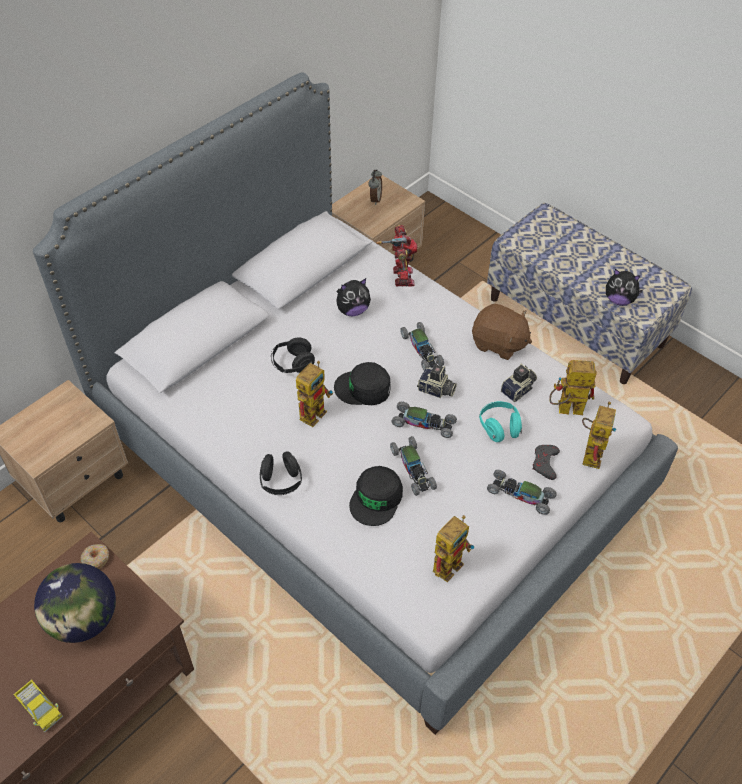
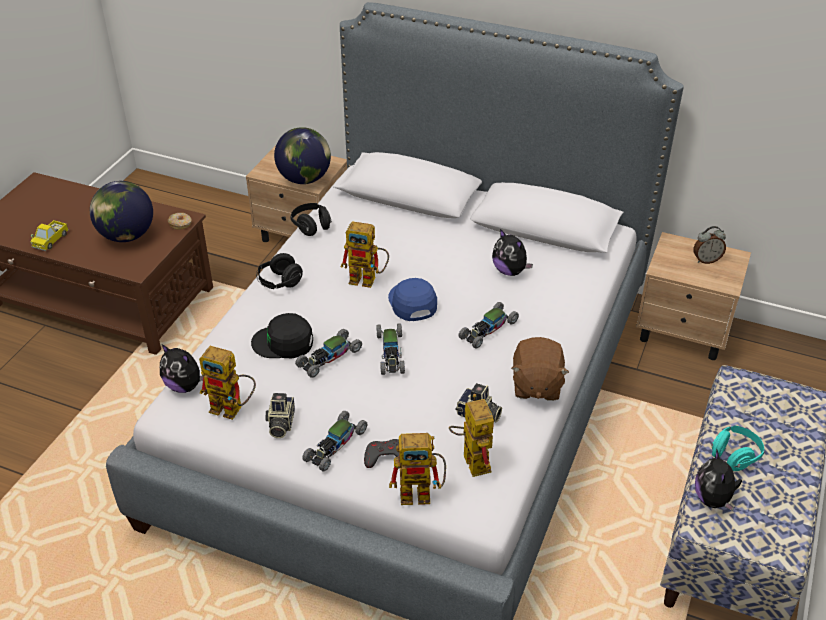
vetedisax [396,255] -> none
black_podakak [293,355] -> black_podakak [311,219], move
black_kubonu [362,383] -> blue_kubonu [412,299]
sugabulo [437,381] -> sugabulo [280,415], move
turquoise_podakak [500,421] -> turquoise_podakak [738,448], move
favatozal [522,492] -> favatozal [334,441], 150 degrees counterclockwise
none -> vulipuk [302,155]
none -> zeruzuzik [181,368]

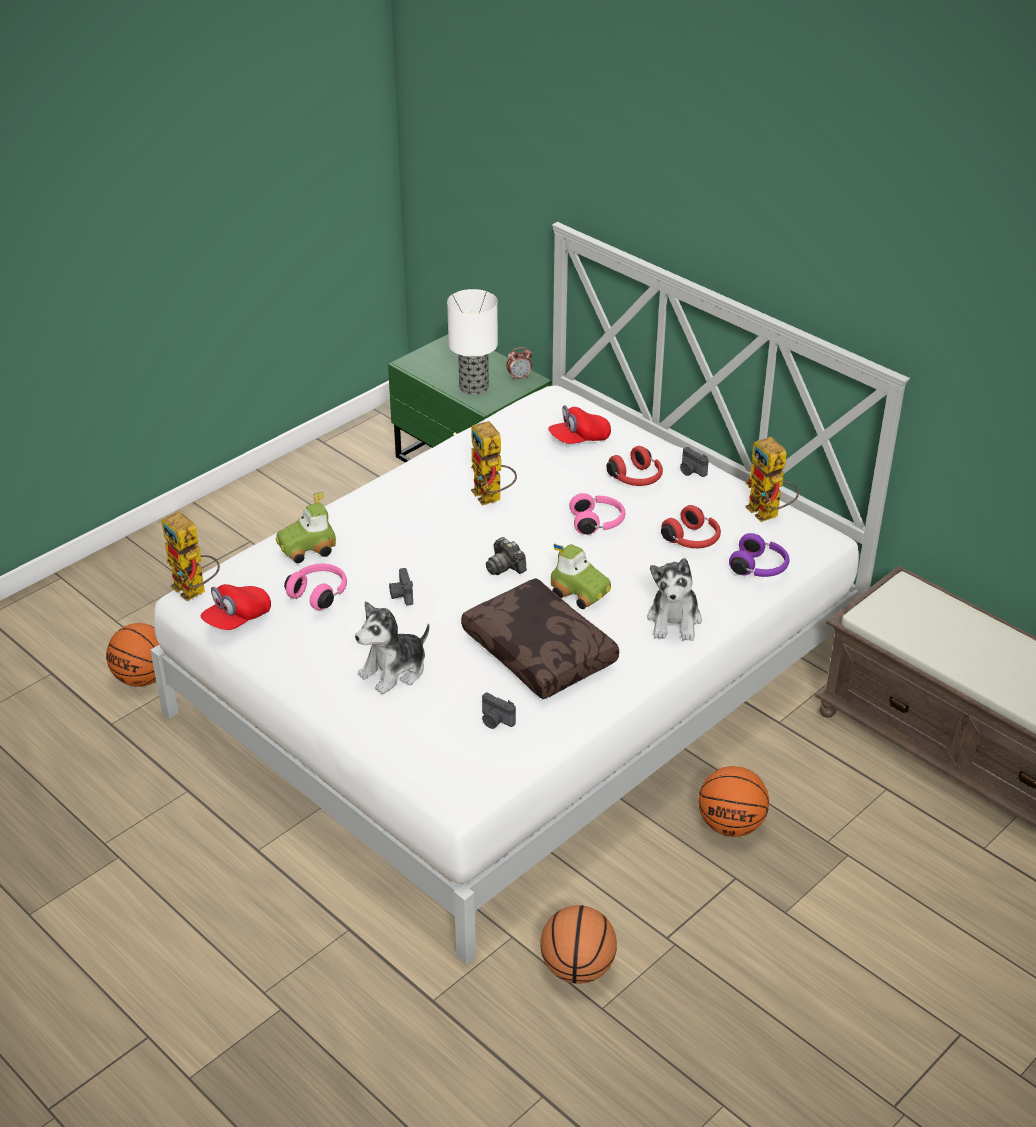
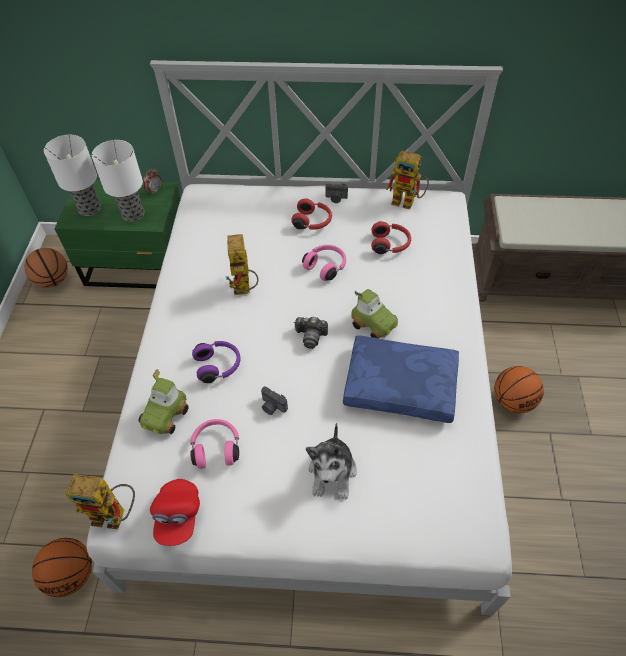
red_kubonu [579,424] -> none
vetedisax [494,463] -> vetedisax [242,264], 60 degrees clockwise
purple_podakak [759,555] -> purple_podakak [216,362], move
favatozal [581,576] -> favatozal [374,314], 45 degrees clockwise
zeruzuzik [674,599] -> none
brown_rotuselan [540,638] -> blue_rotuselan [401,379]
sugabulo [499,711] -> none
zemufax [578,944] -> zemufax [46,268], move
none -> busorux [72,175]

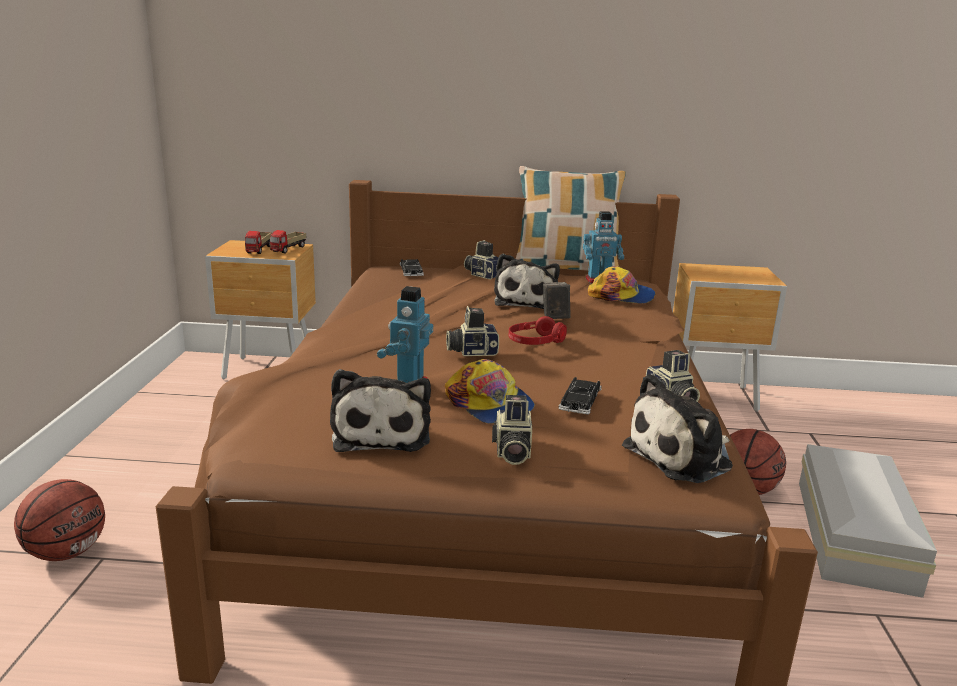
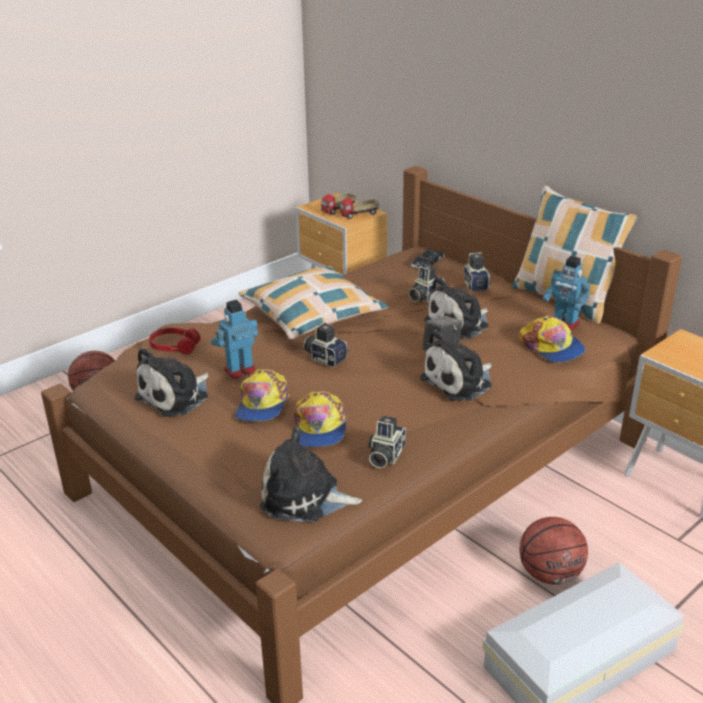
red_podakak [538,330] -> red_podakak [174,341], move
black_favatozal [580,396] -> kubonu [320,419]
sugabulo [512,430] -> sugabulo [426,284], move
none -> rotuselan [313,303]
none -> zeruzuzik [456,365]

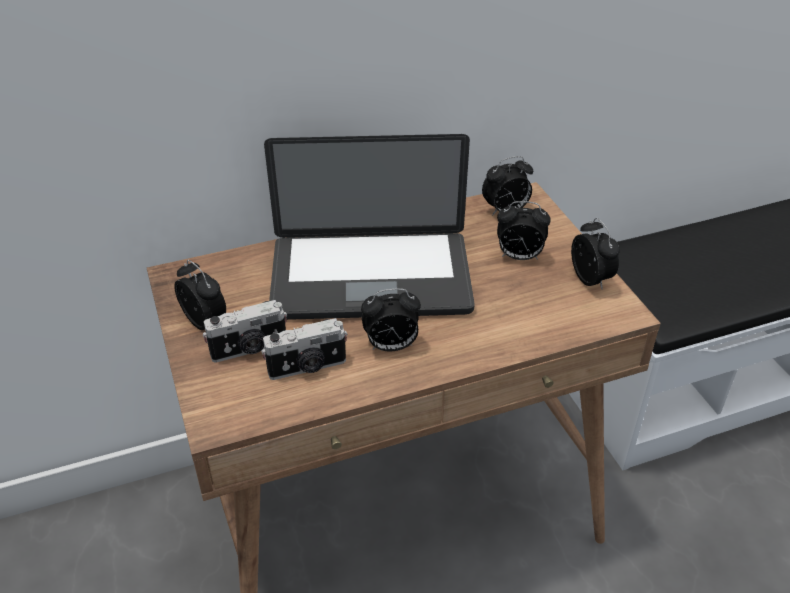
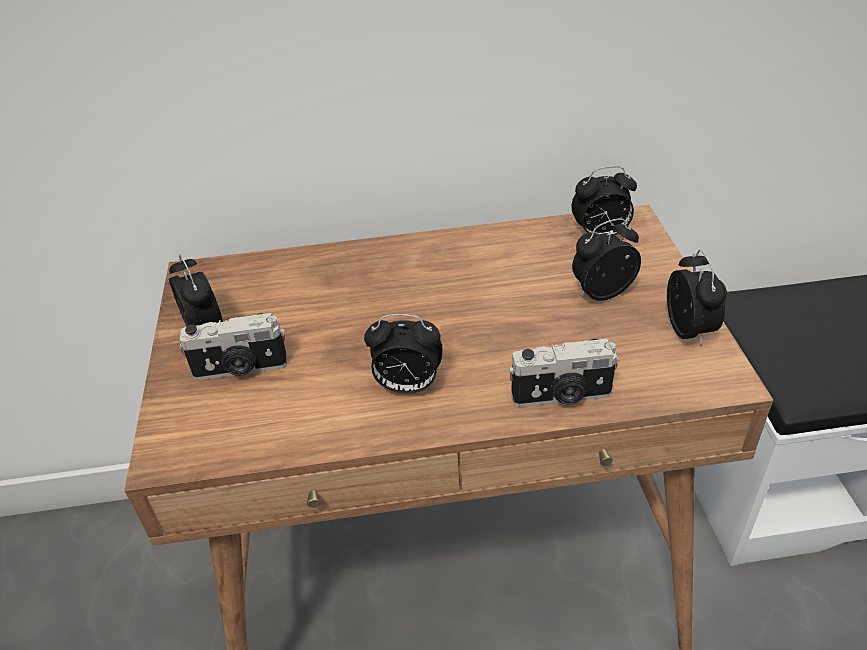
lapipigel [369,227] -> none
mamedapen [524,230] -> mamedapen [606,259], 135 degrees clockwise
sugabulo [304,349] -> sugabulo [563,373], move

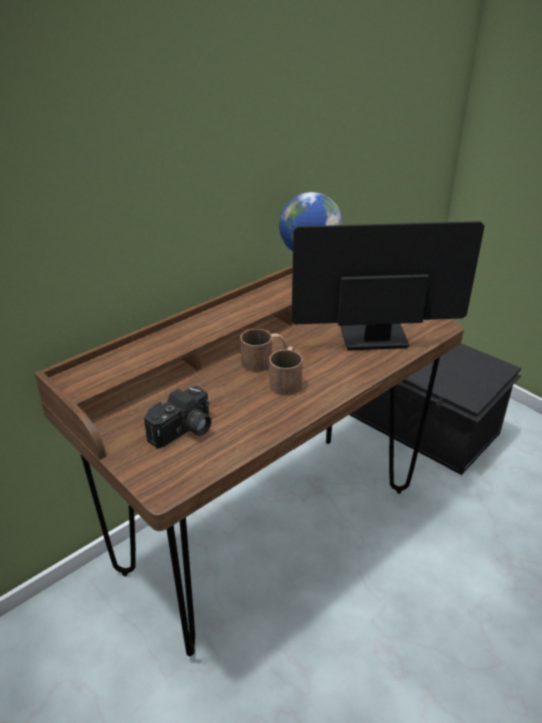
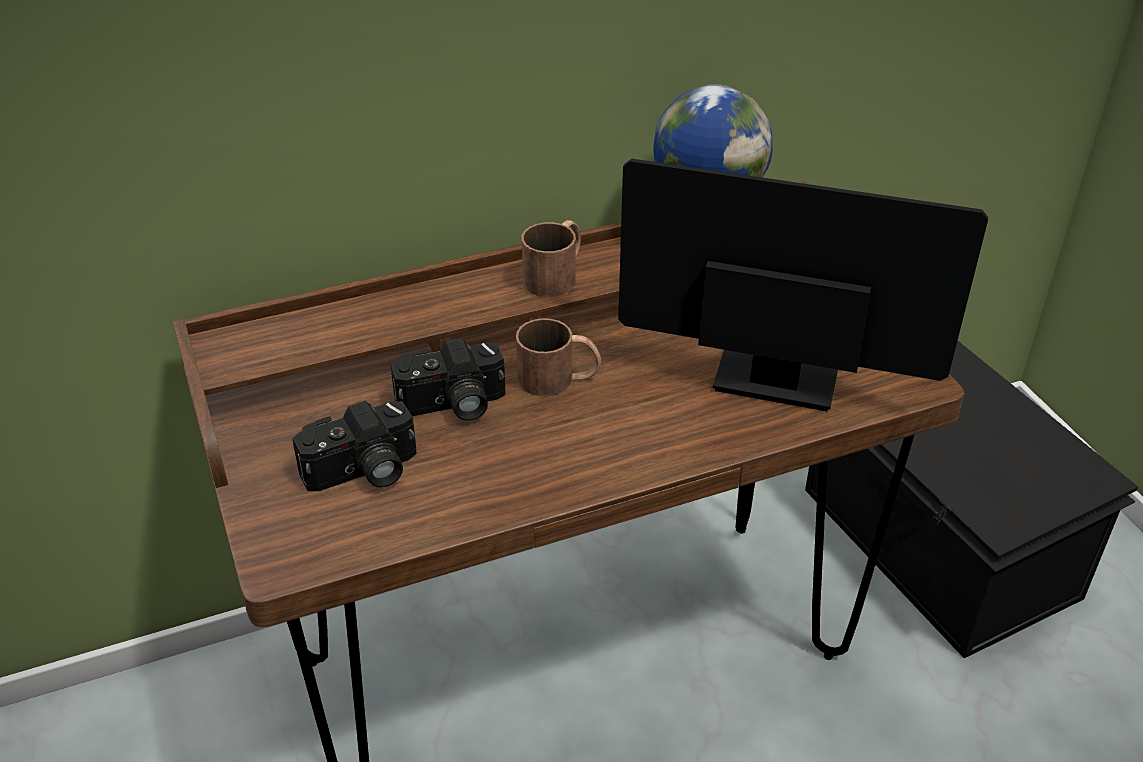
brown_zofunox [286,371] -> brown_zofunox [551,258], move
none -> sugabulo [448,379]

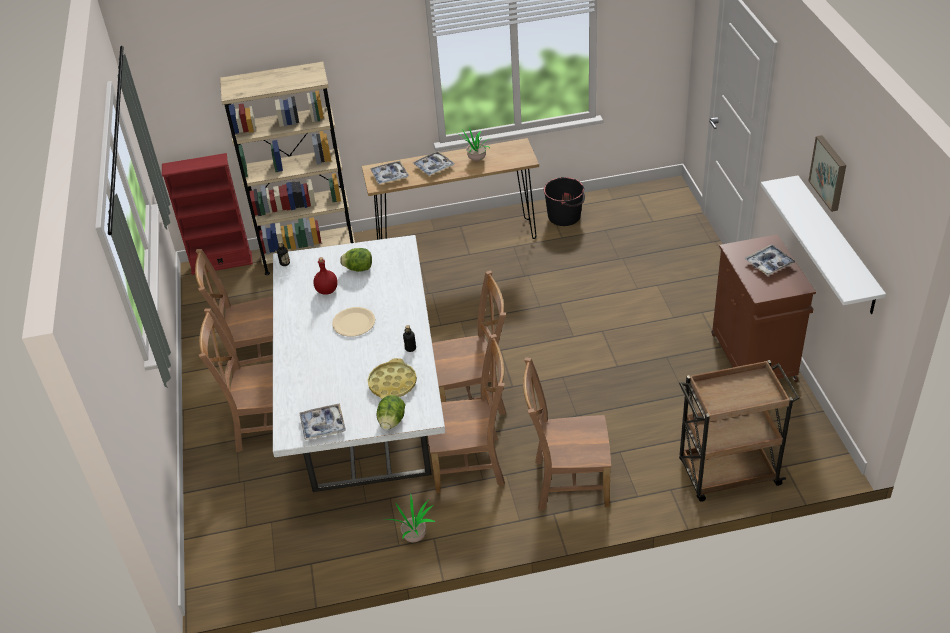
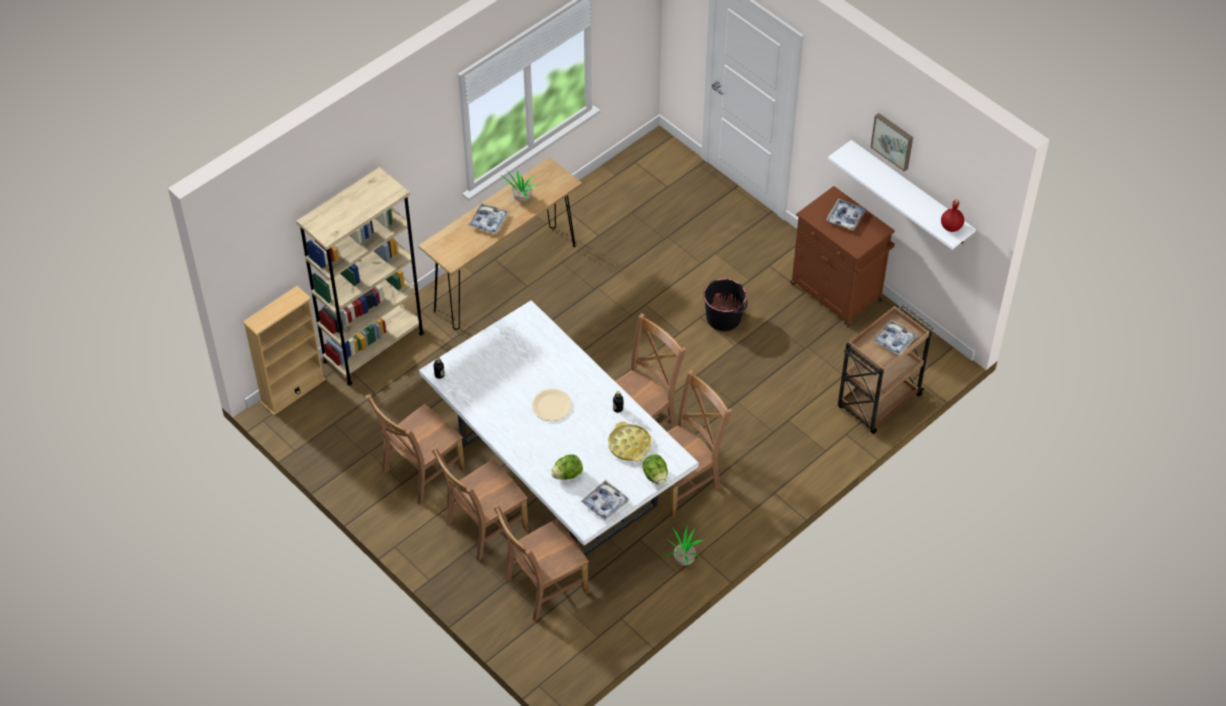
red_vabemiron [207,214] -> beige_vabemiron [284,350]
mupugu [389,173] -> mupugu [895,337], move
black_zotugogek [564,201] -> black_zotugogek [725,304], move
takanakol [356,260] -> takanakol [567,467], move
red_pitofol [325,276] -> red_pitofol [952,215], move
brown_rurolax [567,434] -> brown_rurolax [540,563], move

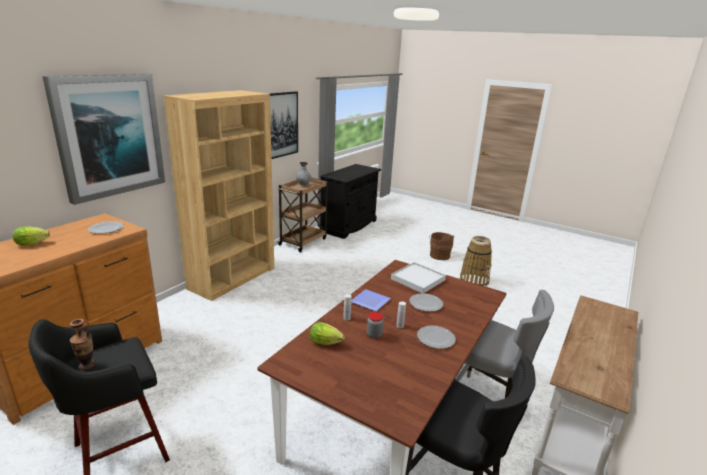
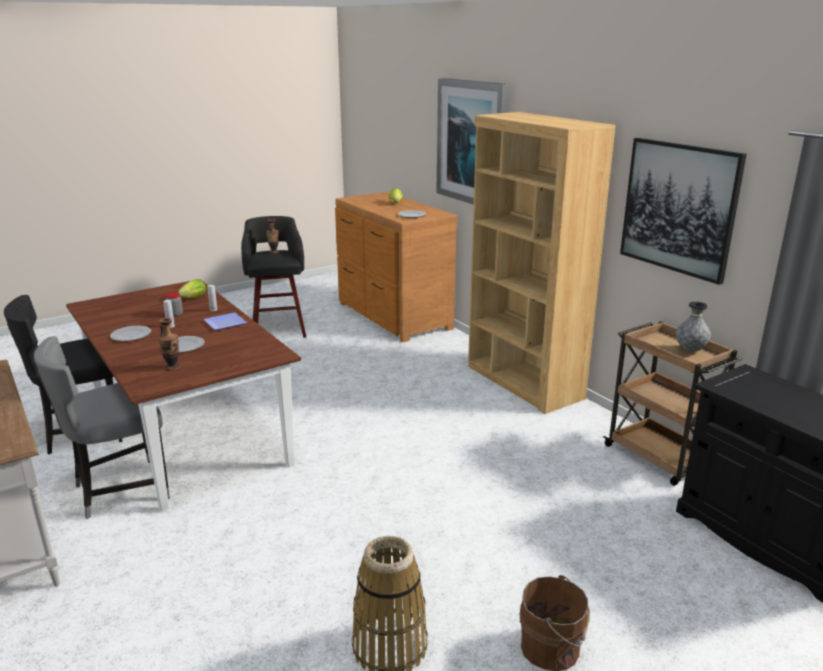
white_mupugu [418,277] -> none
none -> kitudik [169,344]

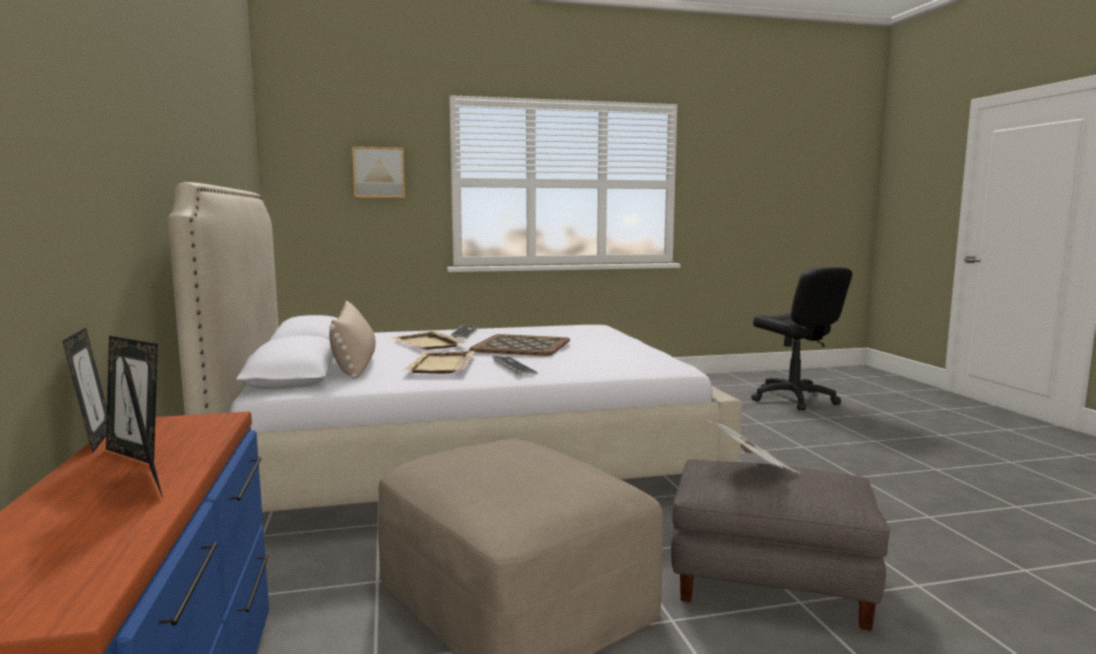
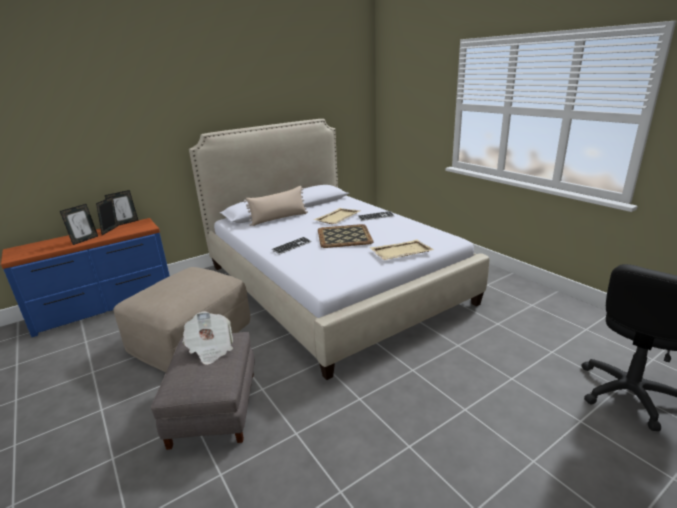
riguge [378,172] -> none
beige_mupugu [439,362] -> beige_mupugu [402,249], move

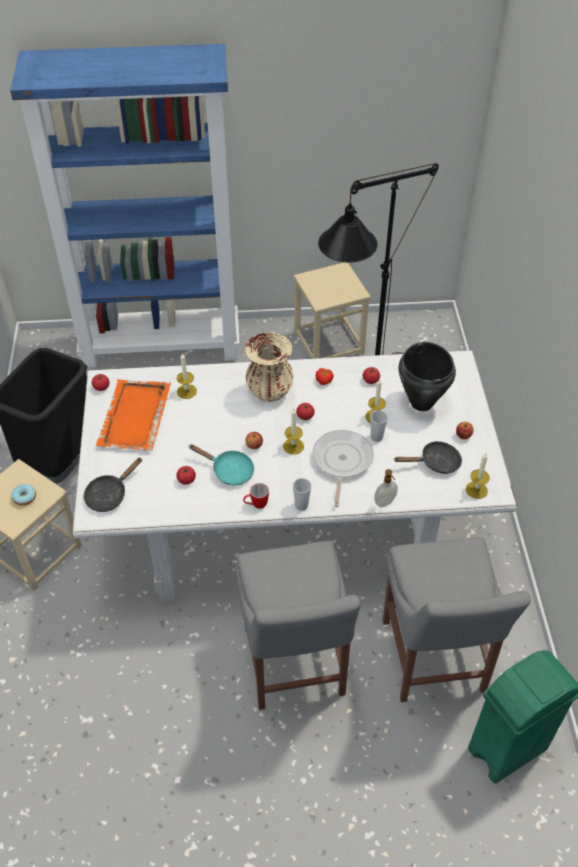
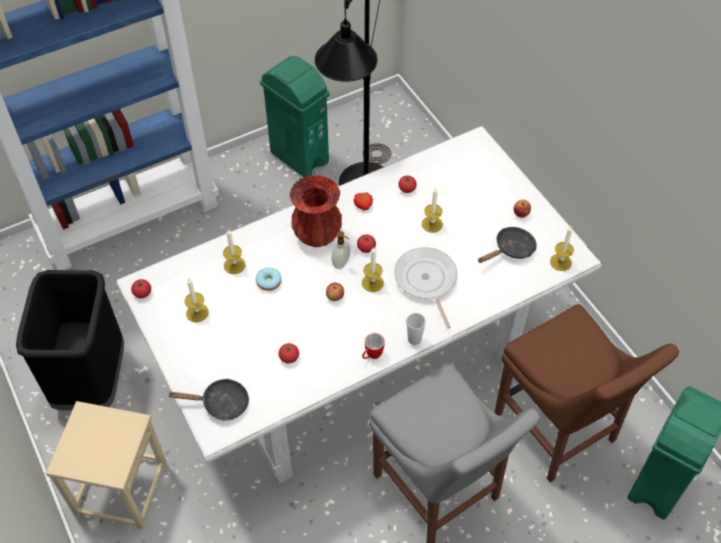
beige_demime [332,310] -> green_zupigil [295,116]
beige_kitudik [269,367] -> red_kitudik [316,211]
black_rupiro [427,376] -> none
orange_mupugu [133,415] -> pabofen [197,300]
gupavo [379,426] -> none
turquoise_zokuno [221,464] -> none
black_zokuno [113,484] -> black_zokuno [208,399], 105 degrees counterclockwise
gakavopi [386,488] -> gakavopi [341,250], move
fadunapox [24,495] -> fadunapox [269,279], move
grey_rurolax [457,619] -> brown_rurolax [586,393]

